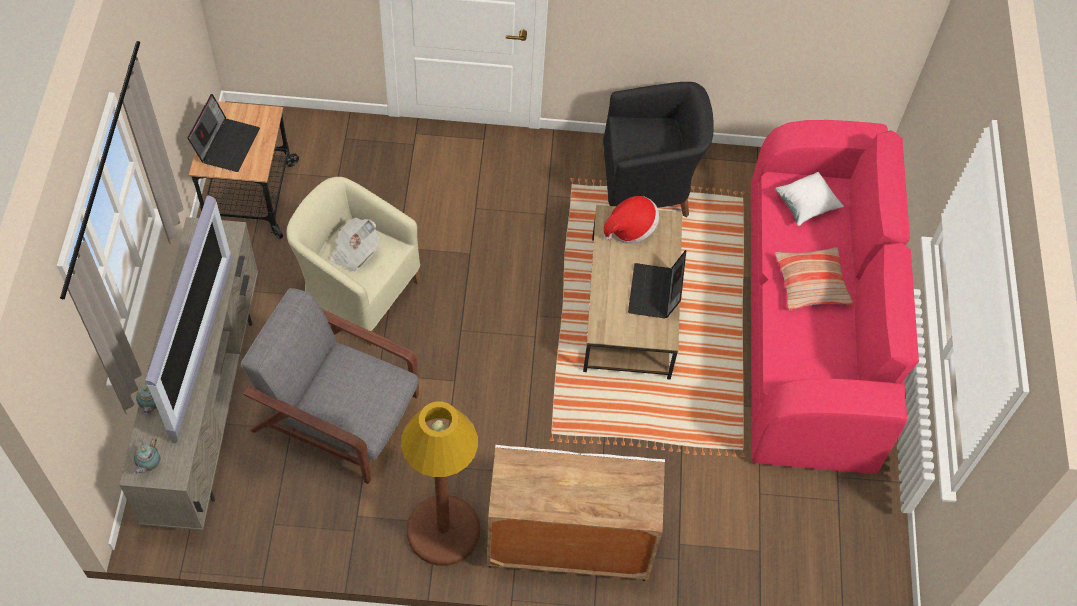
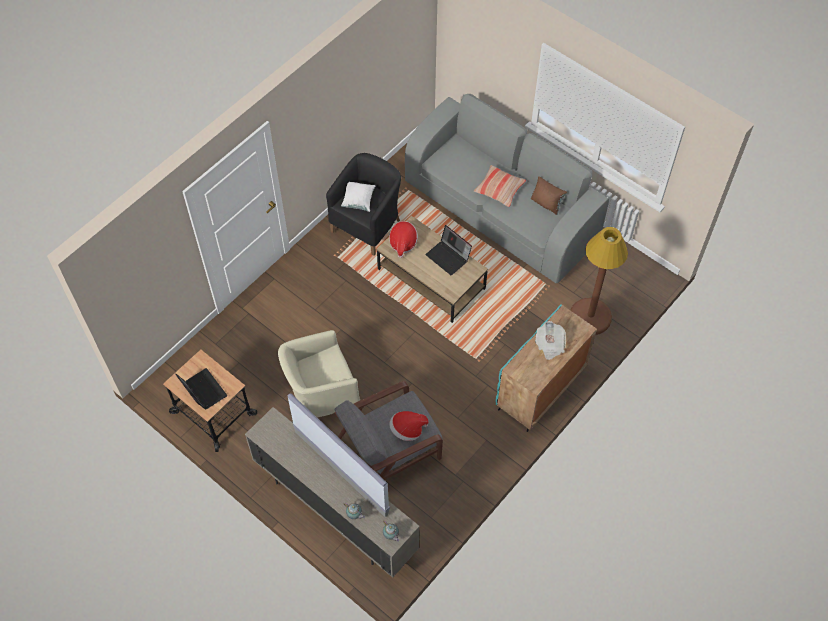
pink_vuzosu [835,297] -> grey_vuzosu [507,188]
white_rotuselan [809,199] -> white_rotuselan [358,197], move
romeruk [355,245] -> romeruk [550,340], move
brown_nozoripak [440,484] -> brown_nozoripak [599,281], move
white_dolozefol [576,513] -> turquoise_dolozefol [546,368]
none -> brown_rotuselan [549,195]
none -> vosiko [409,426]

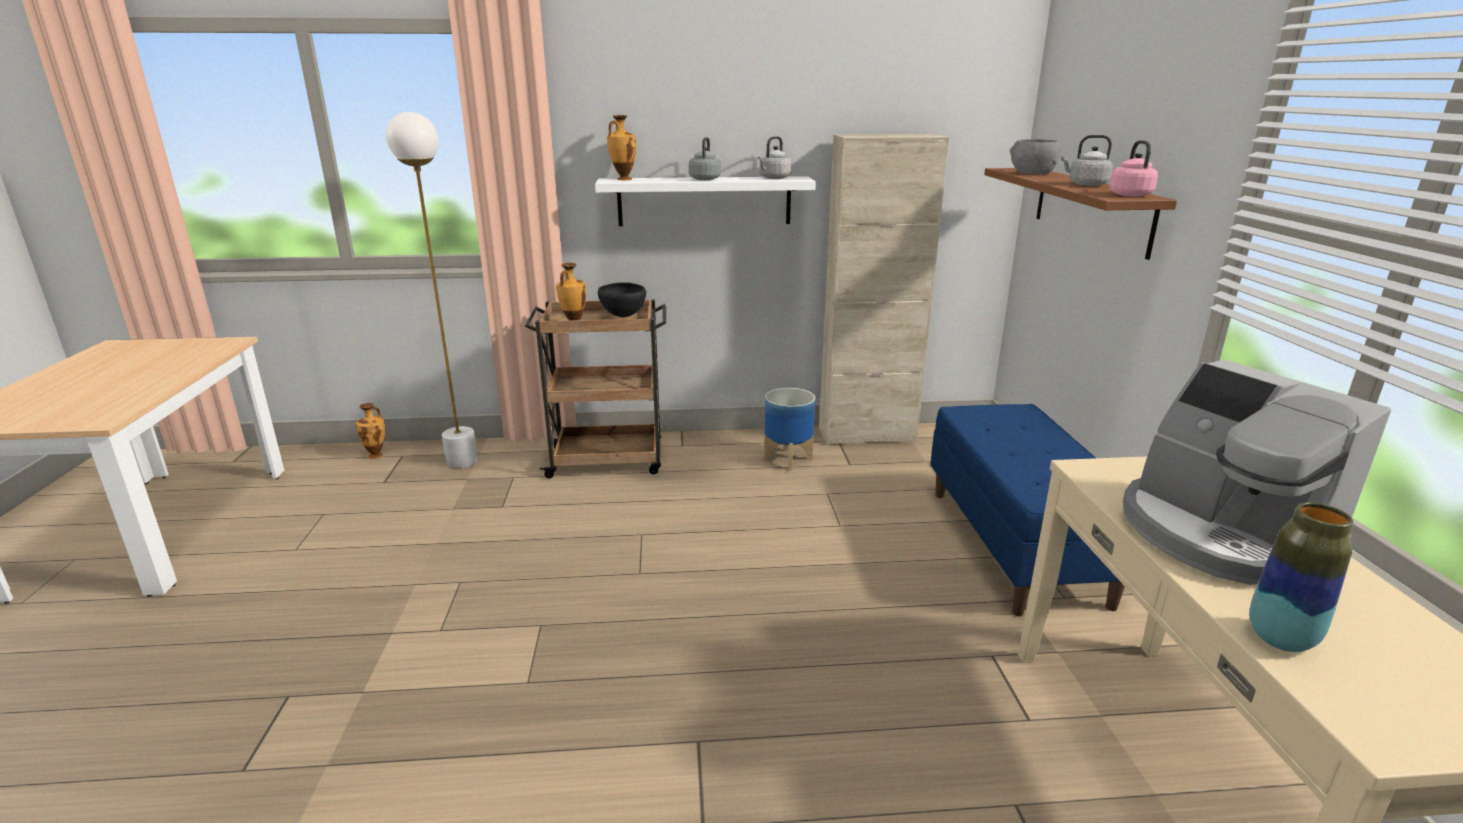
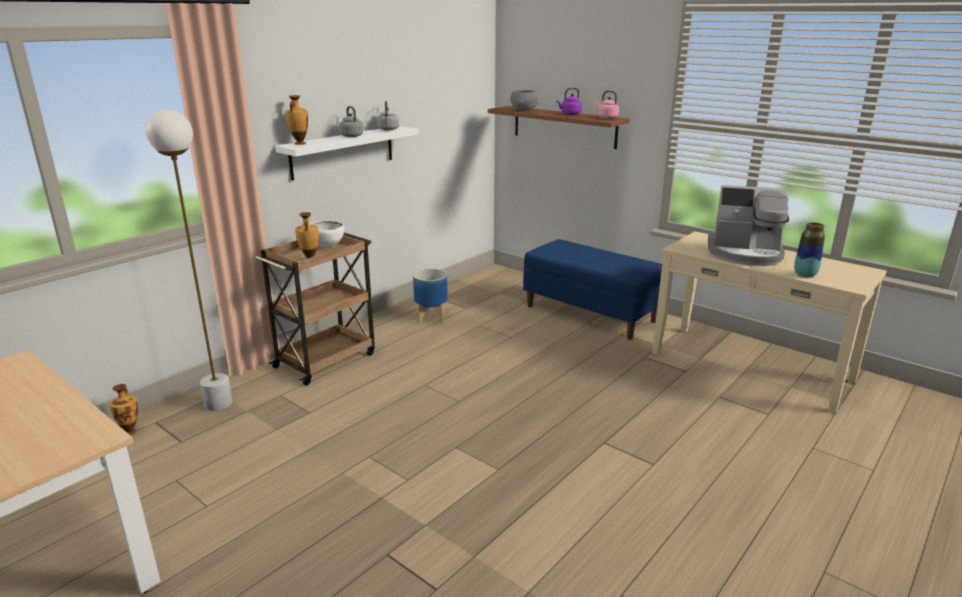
beige_dolozefol [884,289] -> none
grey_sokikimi [1087,160] -> purple_sokikimi [569,101]
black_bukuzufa [622,299] -> white_bukuzufa [327,234]

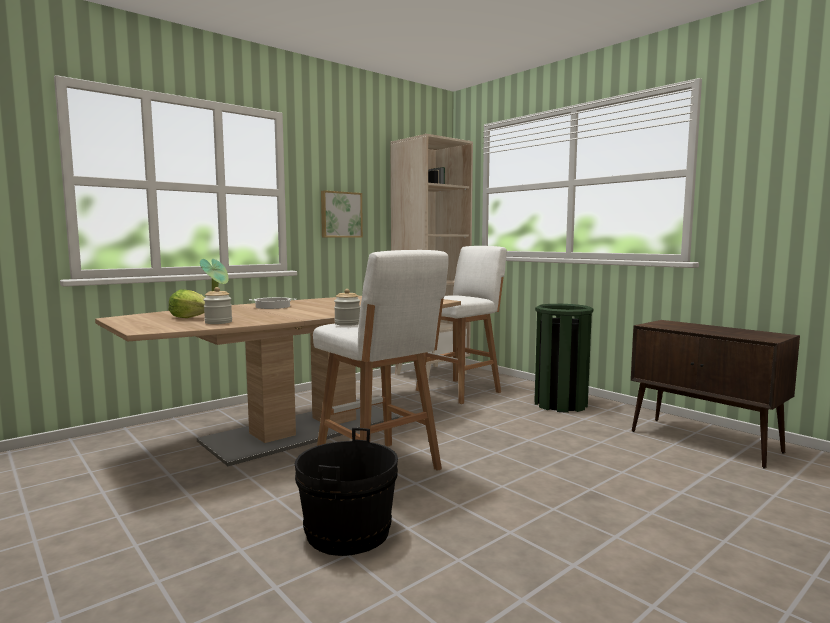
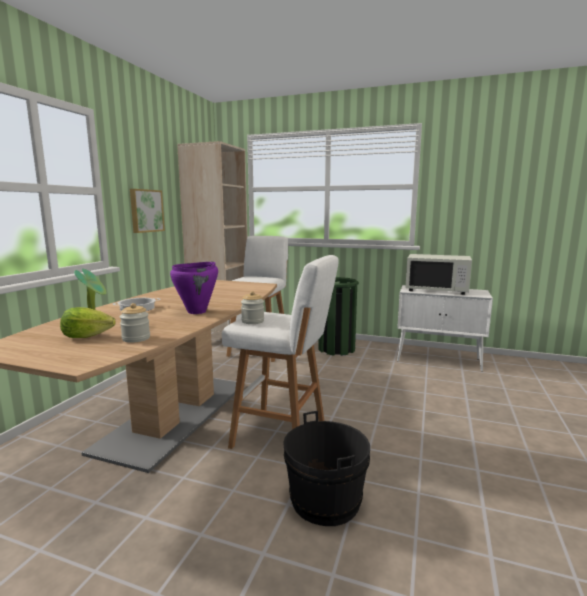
brown_dolozefol [715,394] -> white_dolozefol [445,328]
none -> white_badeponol [438,274]
none -> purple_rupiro [194,288]

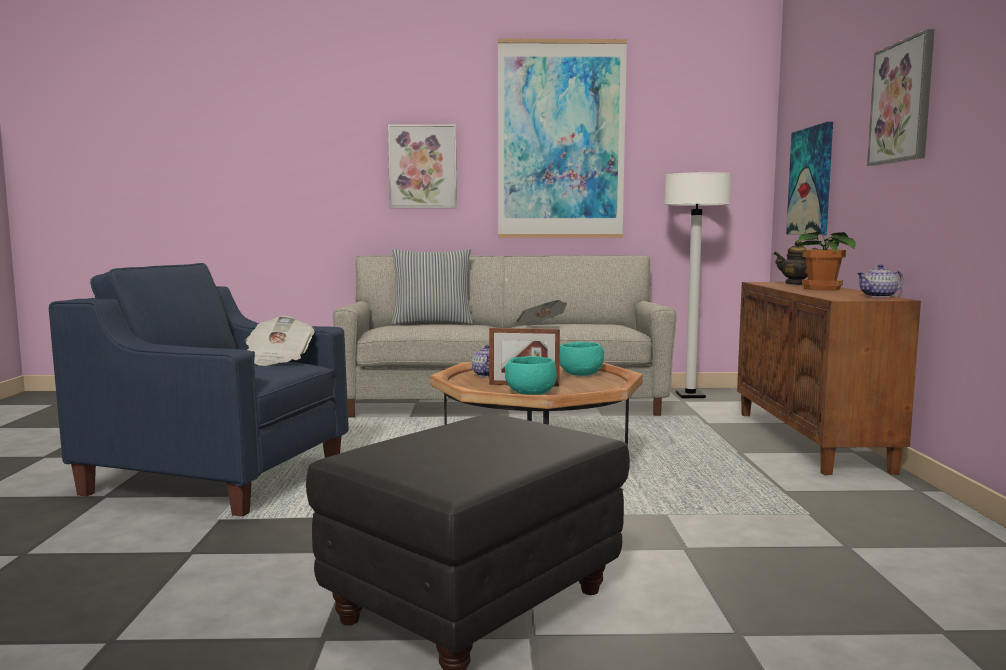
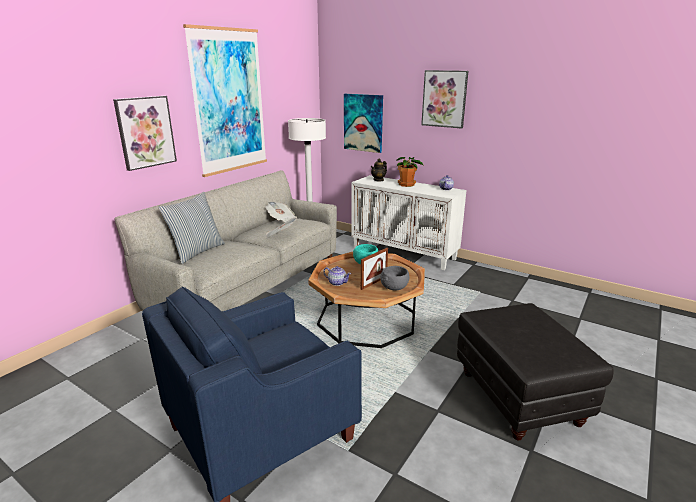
brown_dolozefol [829,378] -> white_dolozefol [409,222]
romeruk [280,341] -> romeruk [281,212], move
turquoise_bukuzufa [530,375] -> grey_bukuzufa [395,278]

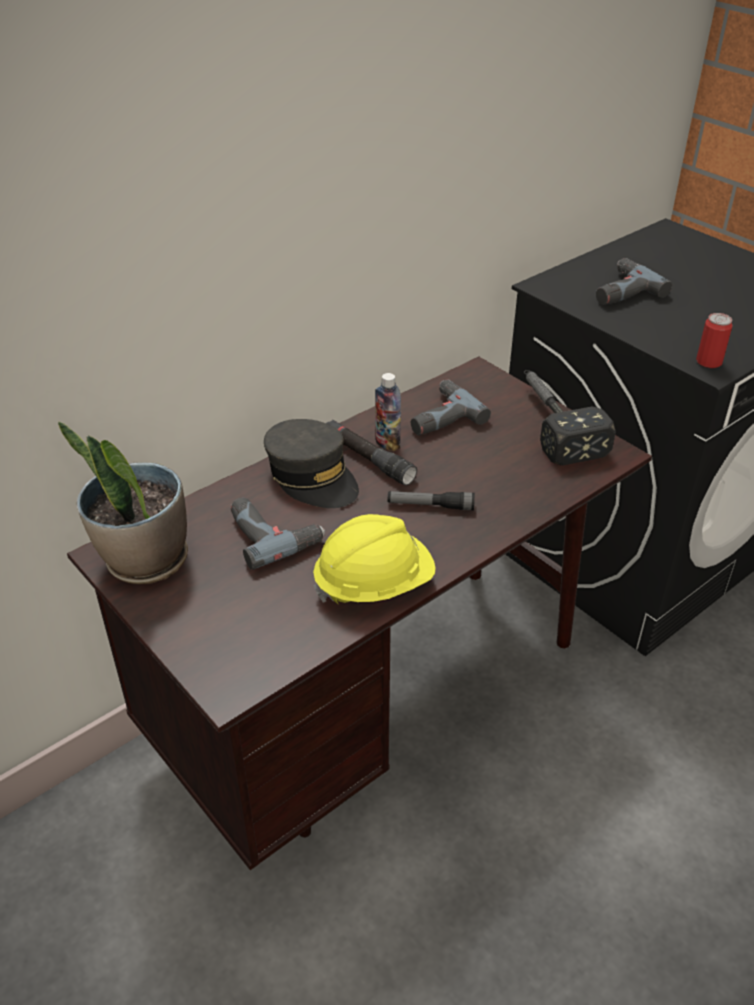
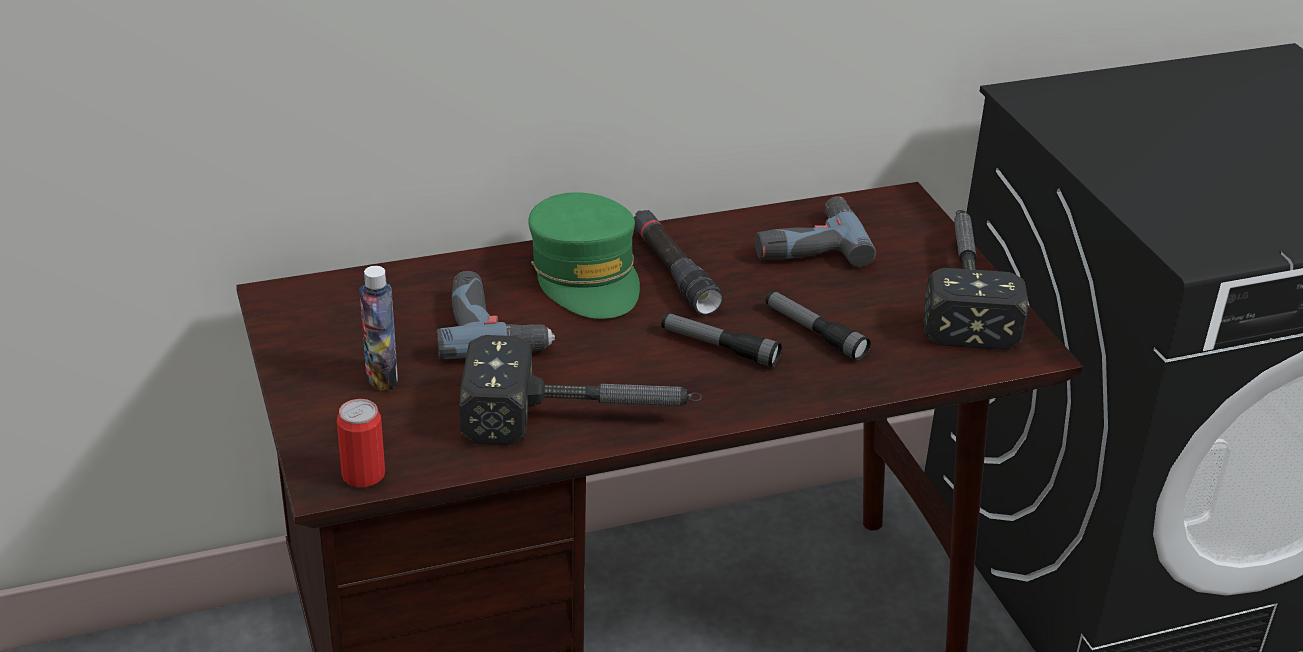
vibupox [634,281] -> none
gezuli [714,340] -> gezuli [361,443], move
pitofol [388,412] -> pitofol [378,328], move
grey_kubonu [311,463] -> green_kubonu [584,255]
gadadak [123,503] -> none
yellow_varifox [374,559] -> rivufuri [581,390]
none -> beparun [818,326]

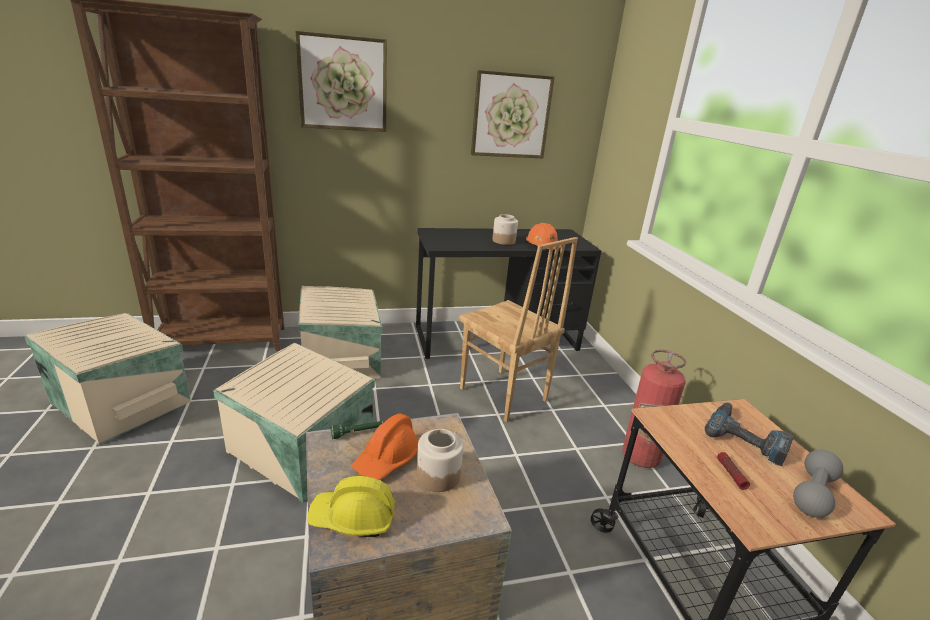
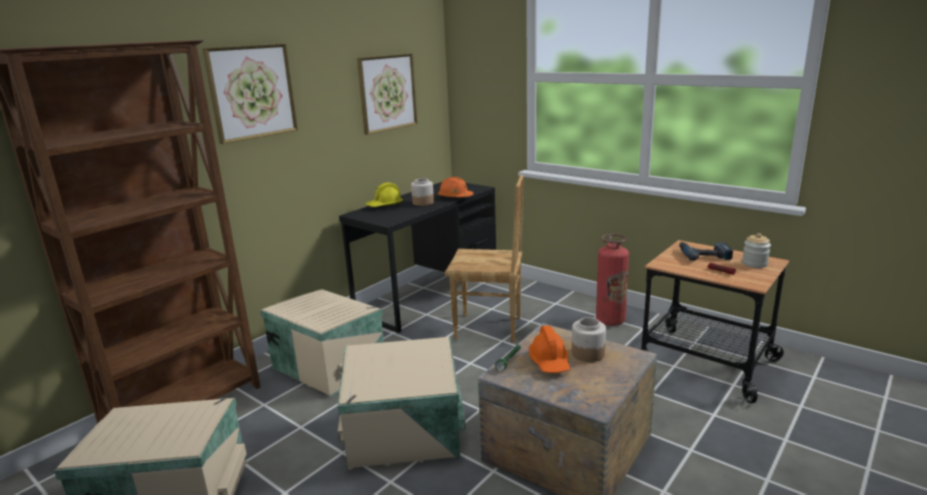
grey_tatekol [818,484] -> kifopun [756,250]
yellow_varifox [351,506] -> yellow_varifox [384,195], move

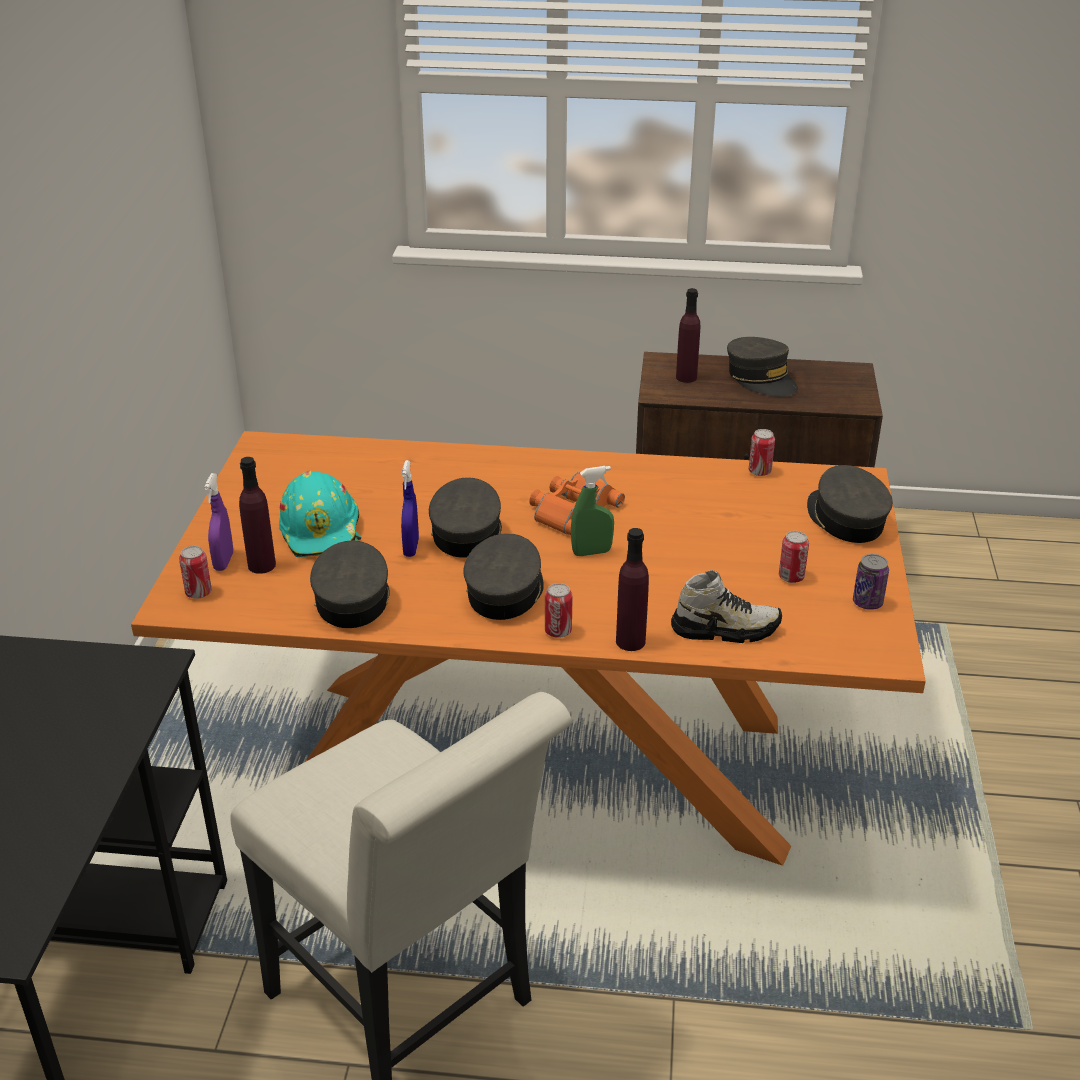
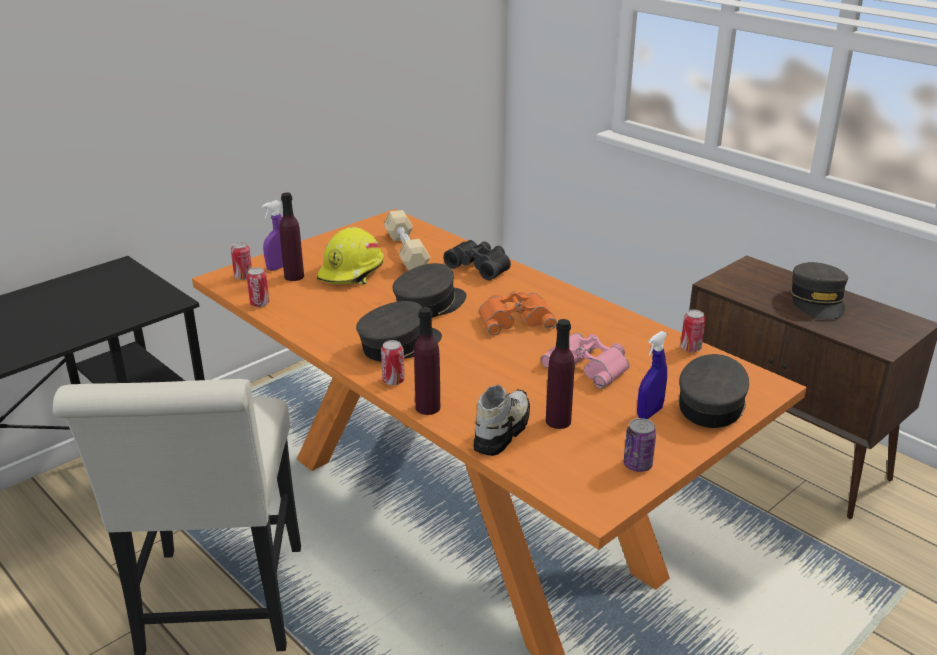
purple_pitofol [688,335] -> purple_pitofol [560,374], move
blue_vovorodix [410,508] -> blue_vovorodix [652,375], move
green_vovorodix [592,511] -> none
turquoise_varifox [320,514] -> yellow_varifox [350,256]
gezuli [794,557] -> gezuli [258,287], move
grey_kubonu [350,584] -> none
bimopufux [726,606] -> bimopufux [502,420], 105 degrees counterclockwise
none -> beige_tatekol [407,240]
none -> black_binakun [477,260]
none -> pink_binakun [585,361]

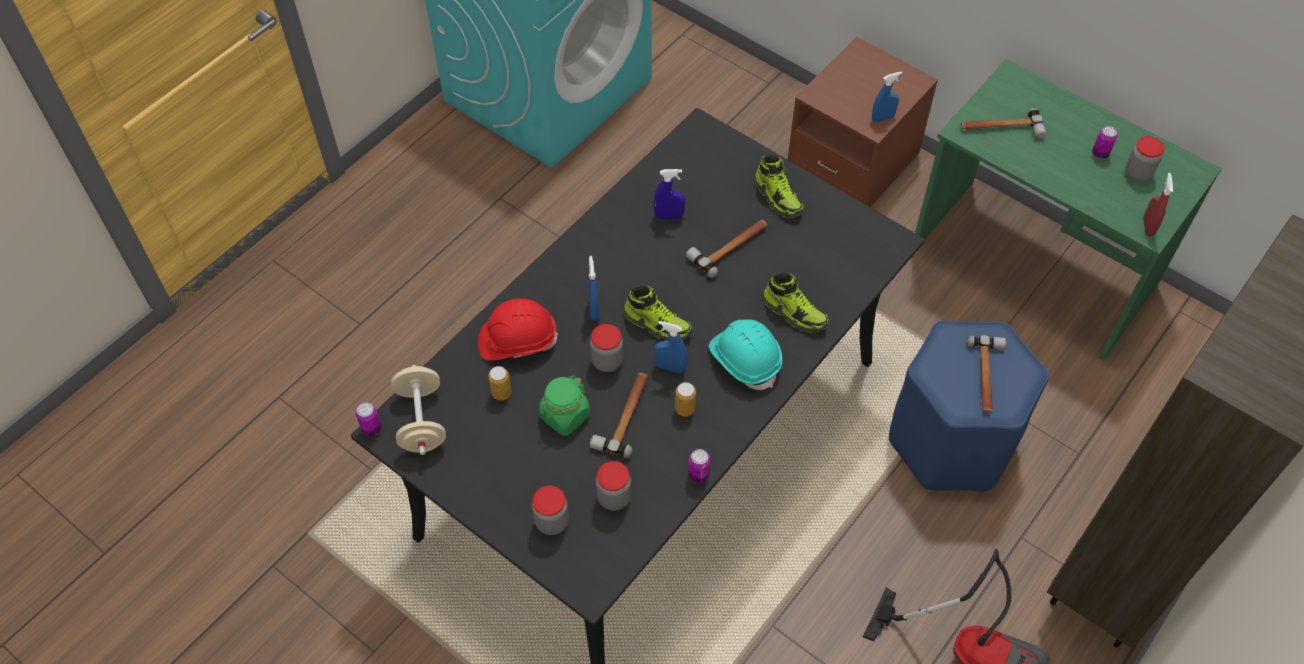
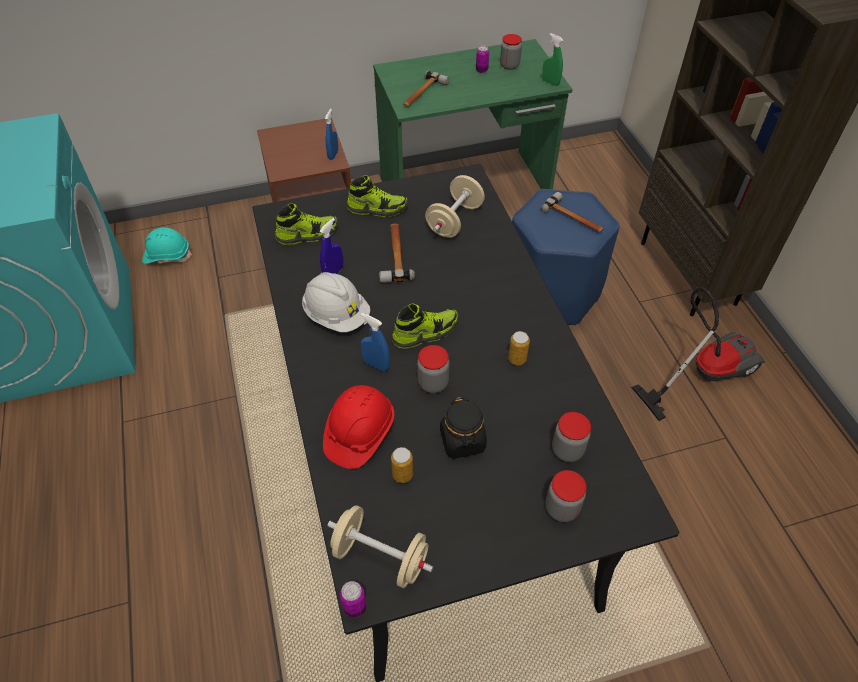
red_vovorodix [1158,205] -> green_vovorodix [552,59]
bimopufux [796,302] -> bimopufux [306,224], move
turquoise_varifox [745,354] -> turquoise_varifox [167,245], move
blue_vovorodix [671,347] -> none
rivufuri [619,415] -> none
green_kifopun [564,405] -> black_kifopun [463,428]
gezuli [699,466] -> none
none -> beige_tatekol [455,206]
none -> white_varifox [336,302]

